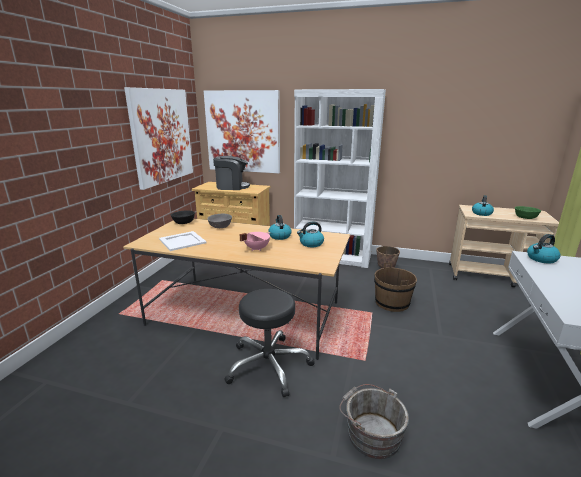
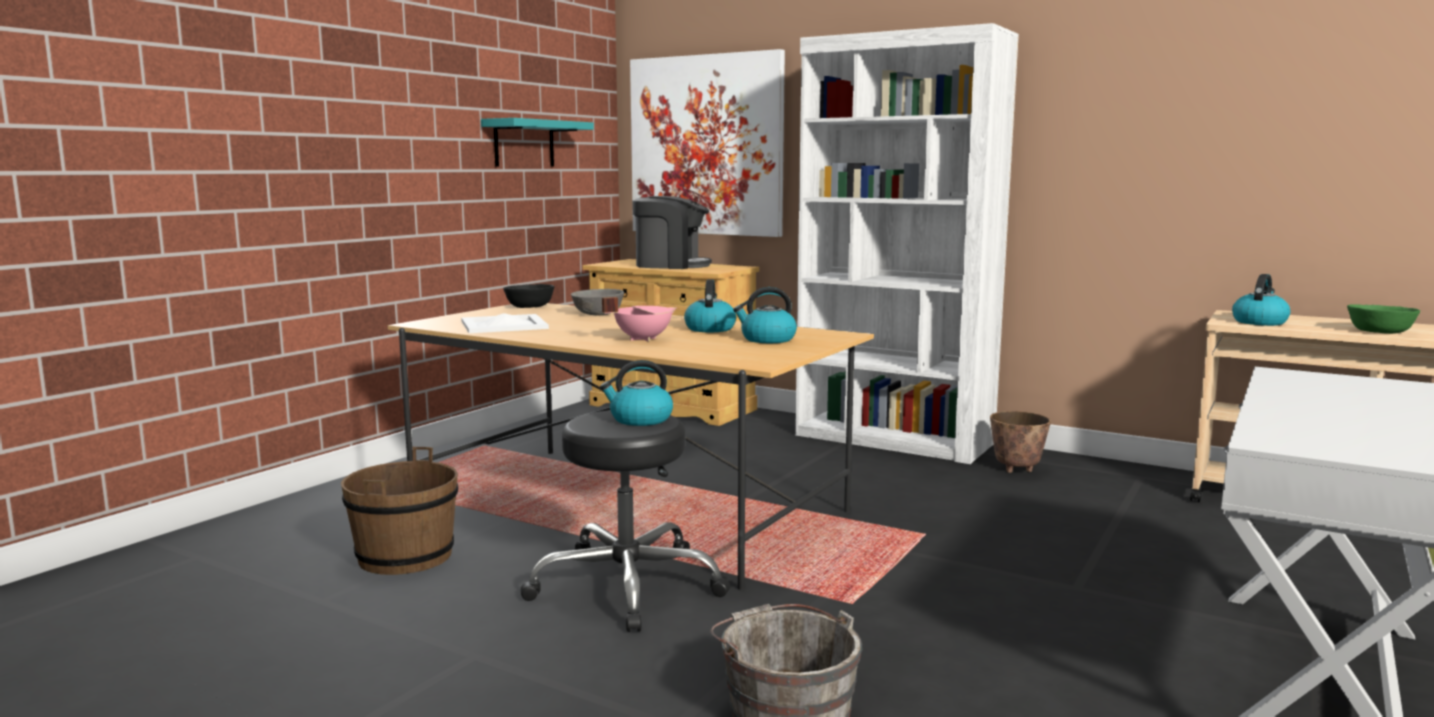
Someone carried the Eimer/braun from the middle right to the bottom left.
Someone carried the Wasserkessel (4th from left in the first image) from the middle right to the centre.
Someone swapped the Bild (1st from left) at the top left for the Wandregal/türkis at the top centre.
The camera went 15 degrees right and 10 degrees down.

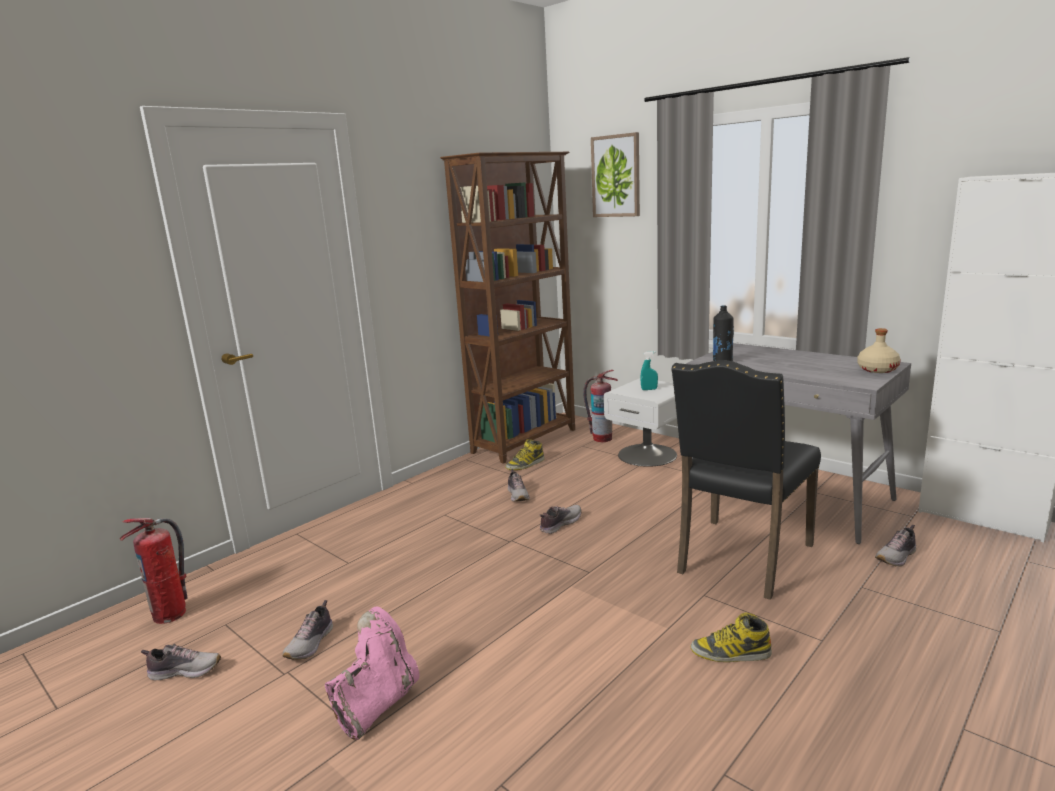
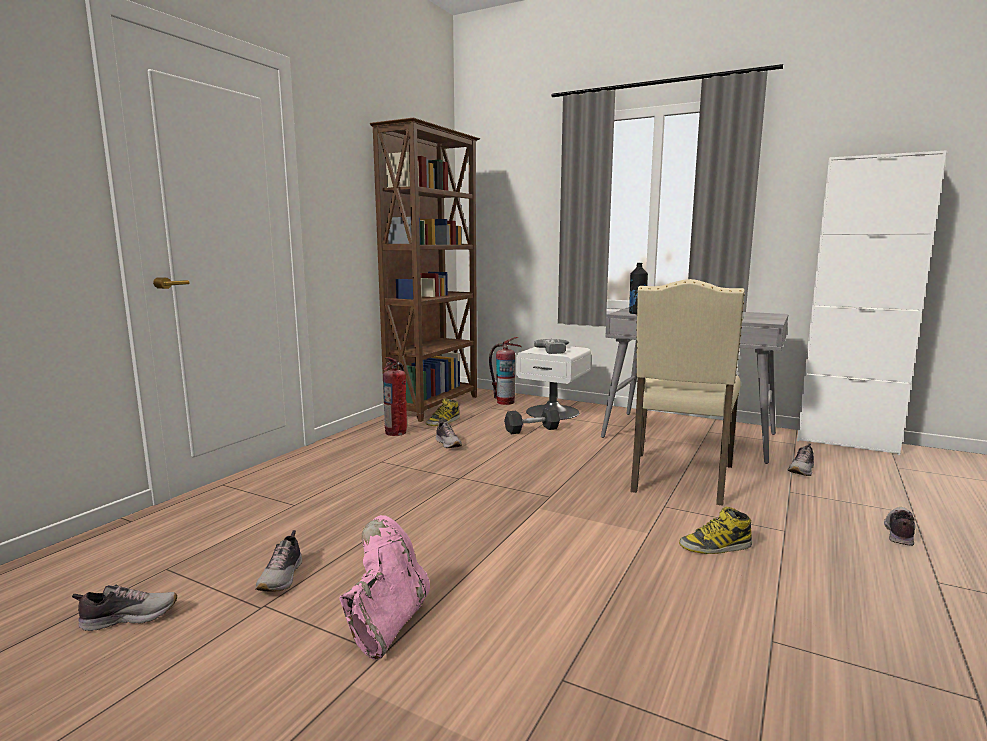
Someone took away the Bild at the top centre.
Someone took away the Flasche/beige at the middle right.
Someone put down the Hantel/grau at the centre.
Someone carried the Feuerlöscher (1st from left) from the bottom left to the centre.
Someone carried the Schuh (4th from left in the first image) from the centre to the bottom right.
Someone swapped the Sprühflasche/türkis at the centre for the Bohrmaschine at the centre.
Someone repainted the Stuhl/schwarz at the middle right, which became the Stuhl/beige at the middle right.
The camera went 15 degrees left and 5 degrees down.

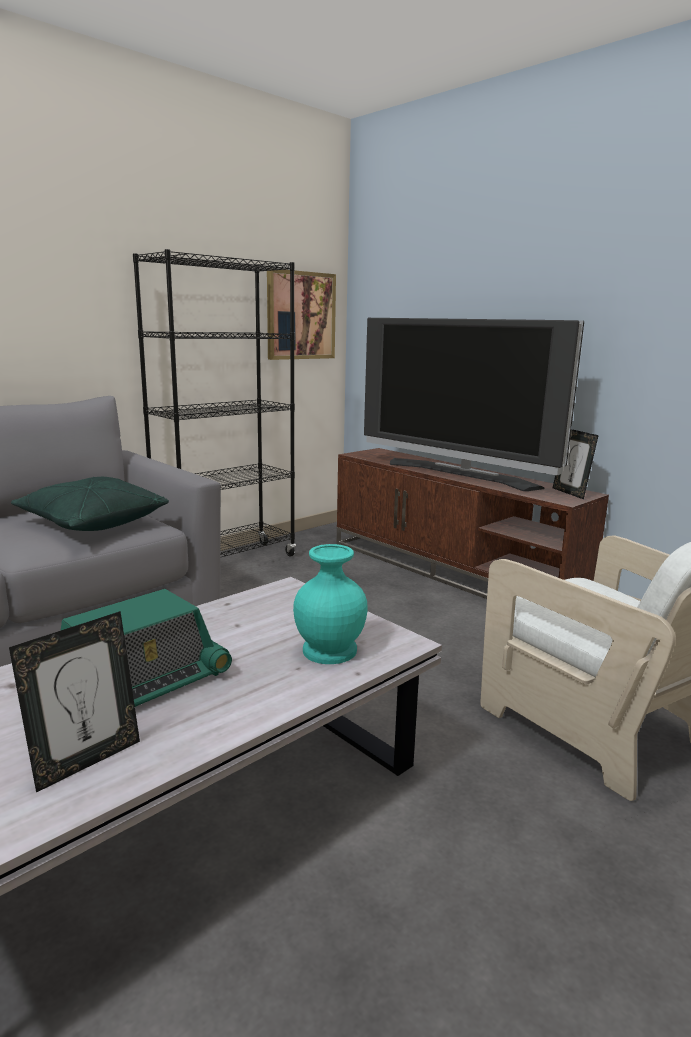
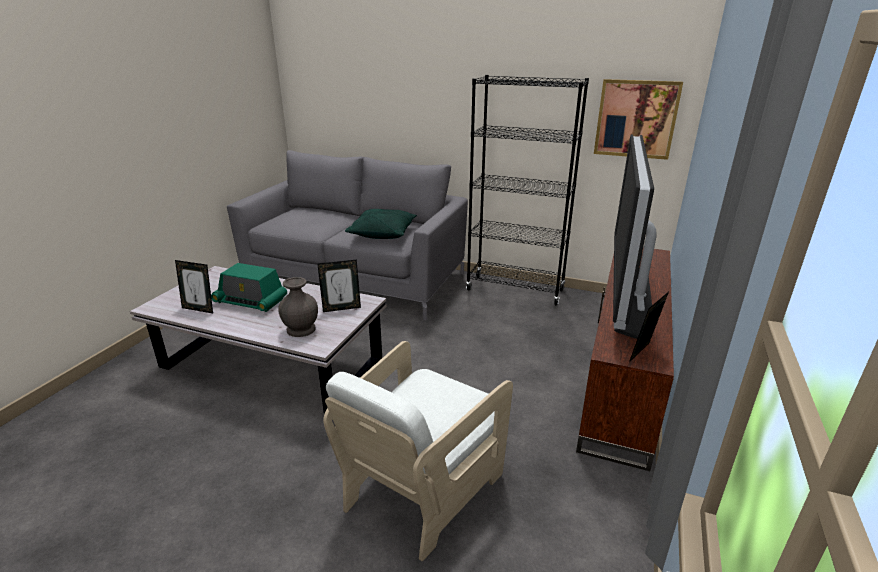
Someone put down the Bilderrahmen (2nd from left) at the centre.
Someone repainted the Vase/türkis at the centre, which became the Vase/grau at the centre.
The camera went 65 degrees right and 10 degrees up.

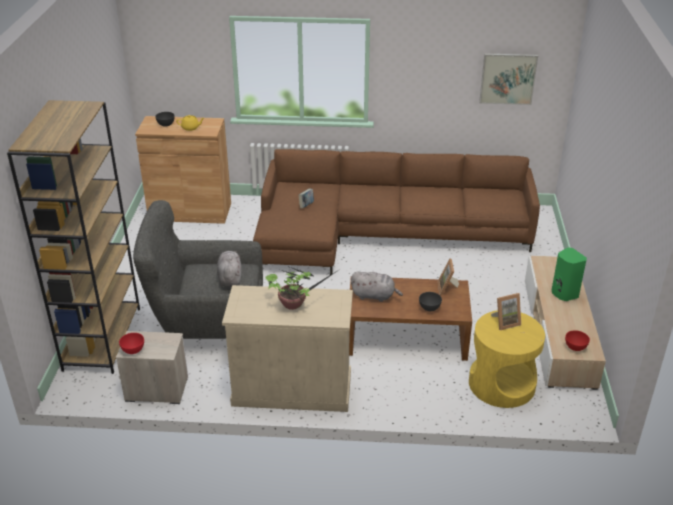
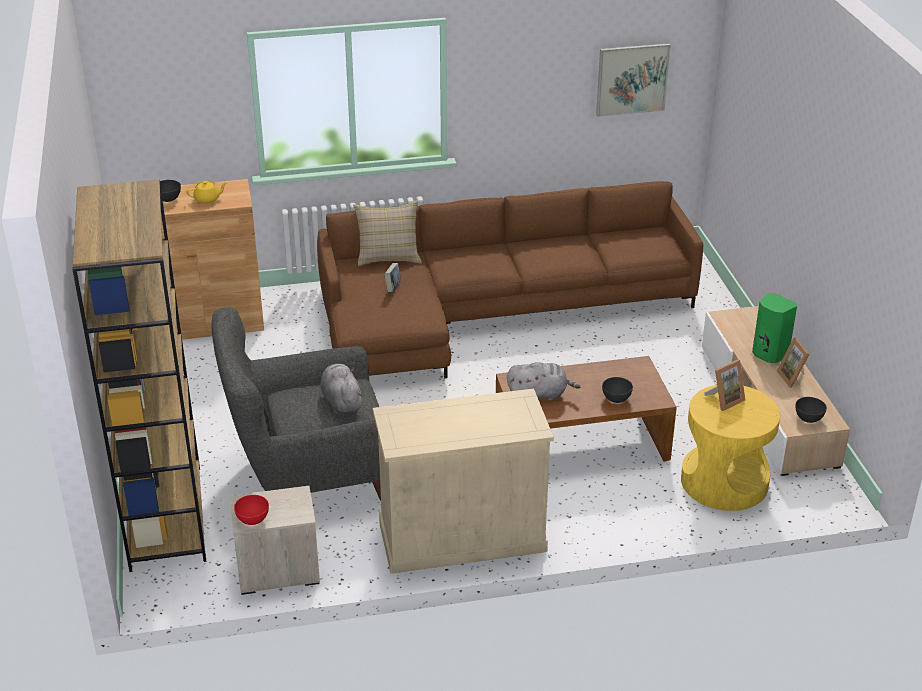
Someone took away the Topfpflanze at the centre.
Someone put down the Kissen/beige at the centre.
Someone carried the Bilderrahmen (1st from left in the first image) from the centre to the middle right.
Someone repainted the Schüssel/rot (2nd from left) at the bottom right, which became the Schüssel/grau (3rd from left) at the middle right.
The camera went 15 degrees left and 0 degrees up.

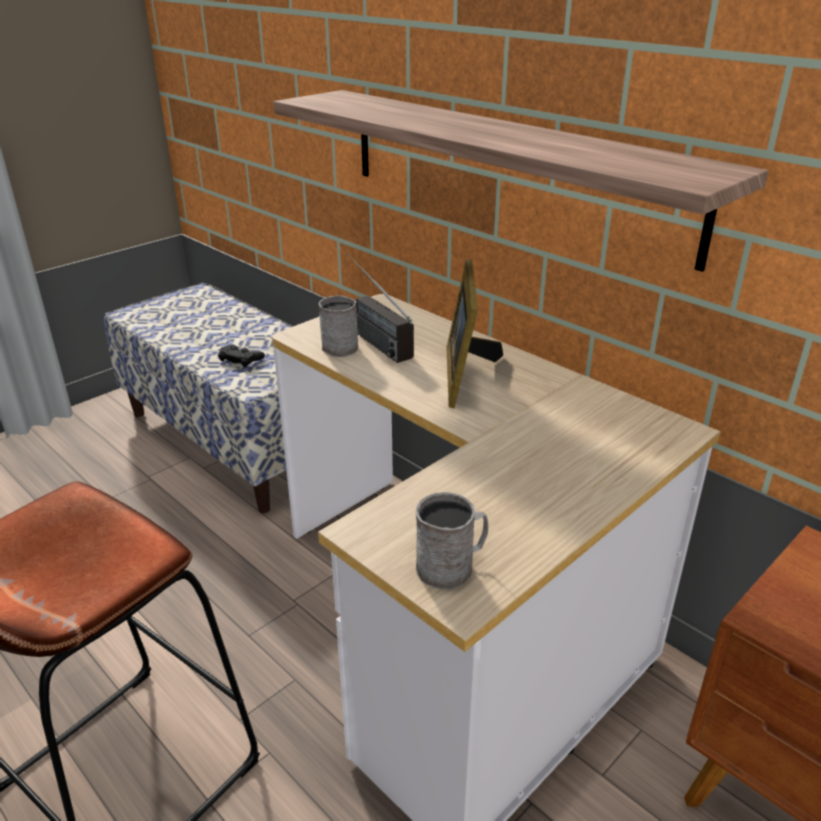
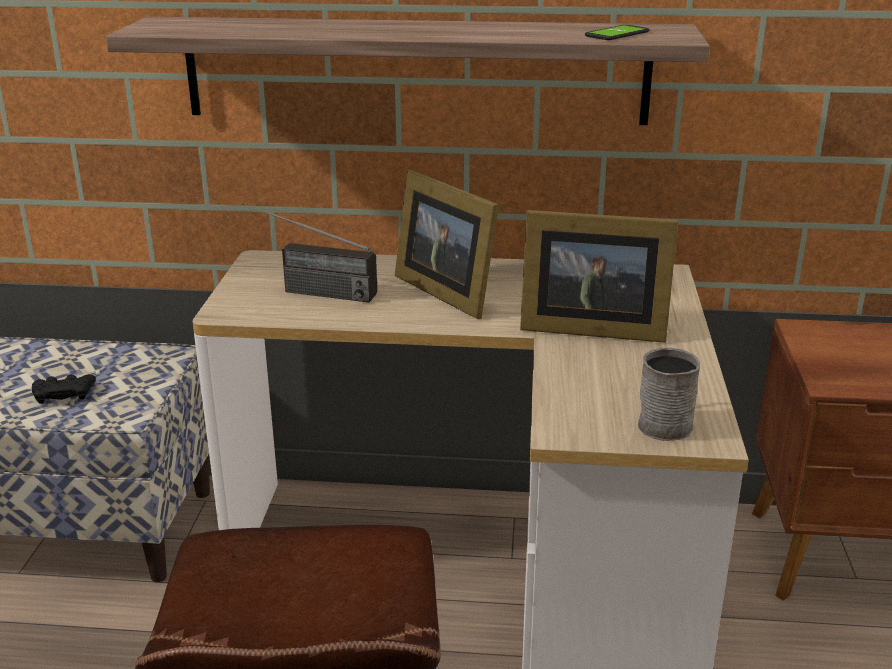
Someone took away the Henkelbecher/grau (1st from left) at the centre.
Someone put down the Bilderrahmen (2nd from left) at the middle right.
Someone put down the Handy at the top right.
The camera went 40 degrees left and 5 degrees down.

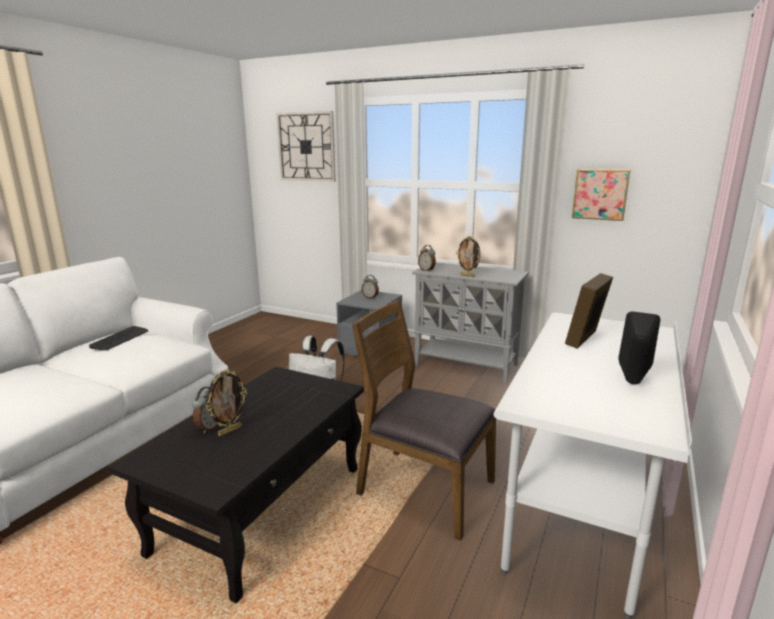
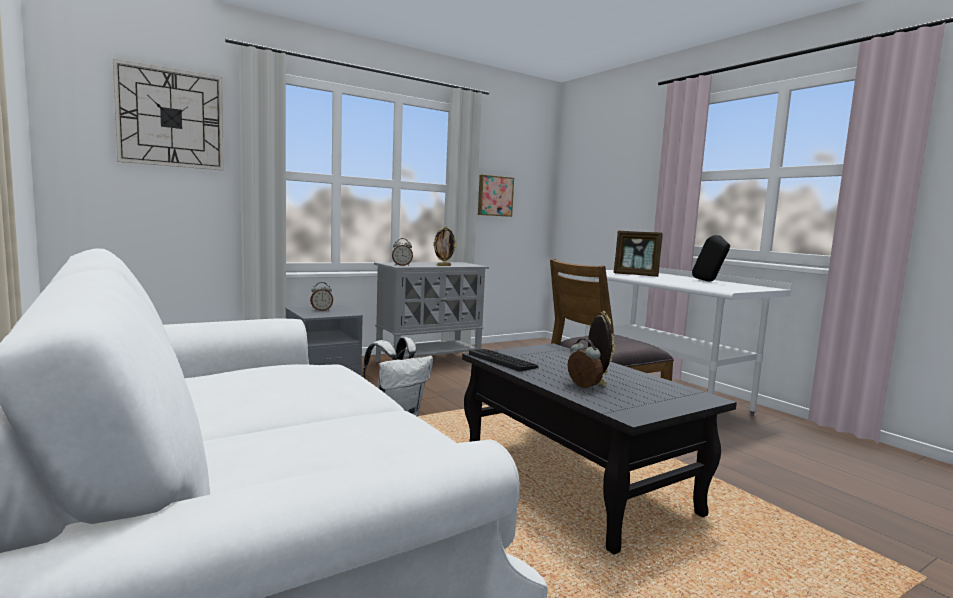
Someone carried the Tastatur from the middle left to the centre.
Someone rotated the Bilderrahmen (3rd from left) at the middle right by 45 degrees counterclockwise.
The camera went 60 degrees left and 10 degrees down.

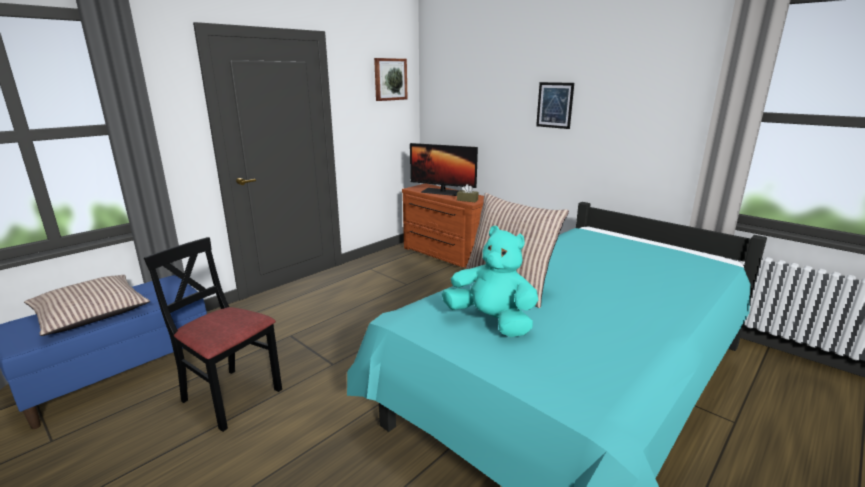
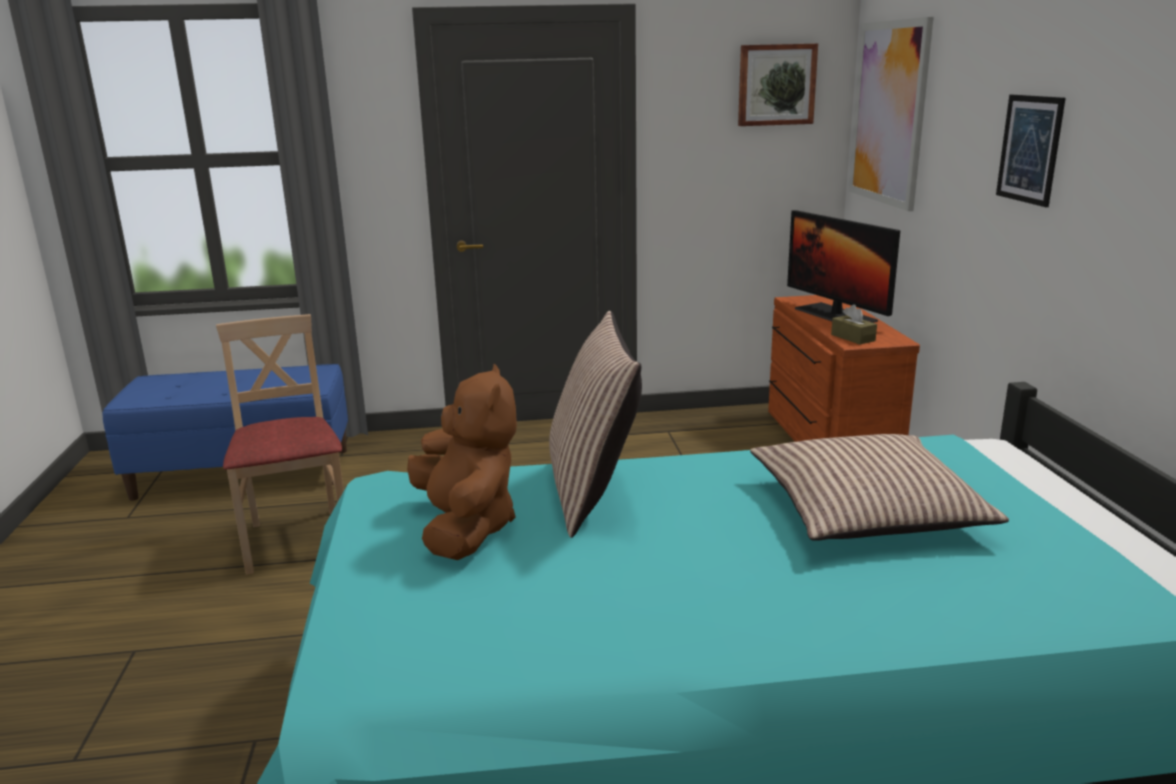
Someone put up the Bild (2nd from left) at the top right.
Someone carried the Kissen (1st from left in the first image) from the middle left to the middle right.
Someone repainted the Stuhl/schwarz at the bottom left, which became the Stuhl/beige at the middle left.
Someone repainted the Plüschtier/türkis at the centre, which became the Plüschtier/braun at the centre.
The camera went 40 degrees right and 0 degrees up.

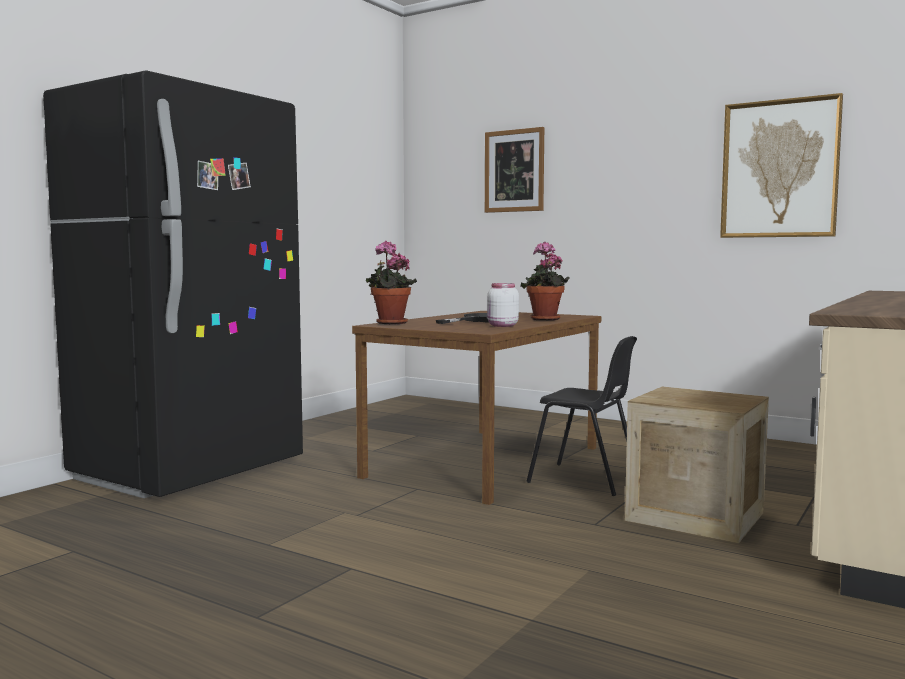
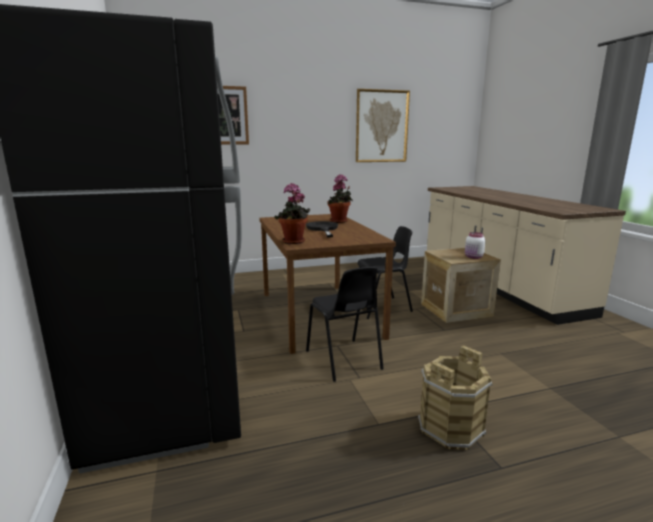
Someone put down the Stuhl/schwarz (1st from left) at the centre.
Someone put down the Eimer/braun at the bottom right.
Someone carried the Vorratsglas/weiß from the centre to the middle right.
The camera went 50 degrees left and 10 degrees up.

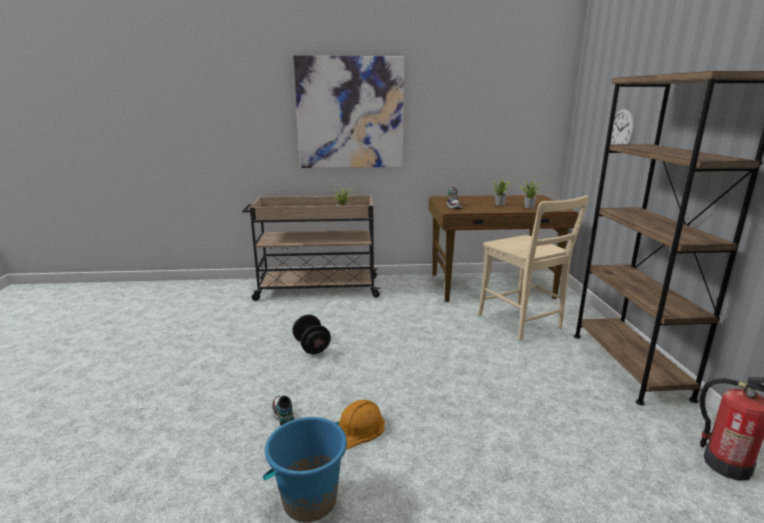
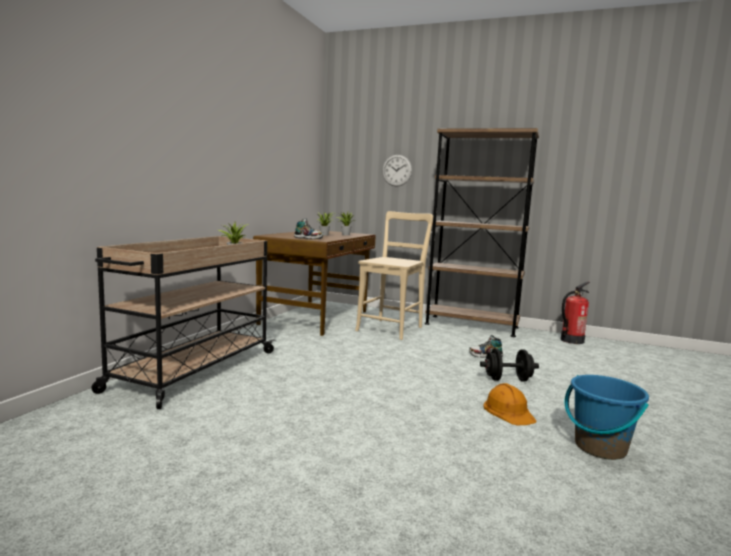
Someone took away the Bild at the top centre.
Someone carried the Schuh (1st from left in the first image) from the bottom centre to the centre.
Someone carried the Hantel/schwarz from the centre to the middle right.
Someone rotated the Stuhl/beige at the middle right by 60 degrees counterclockwise.
The camera went 65 degrees left and 10 degrees down.

